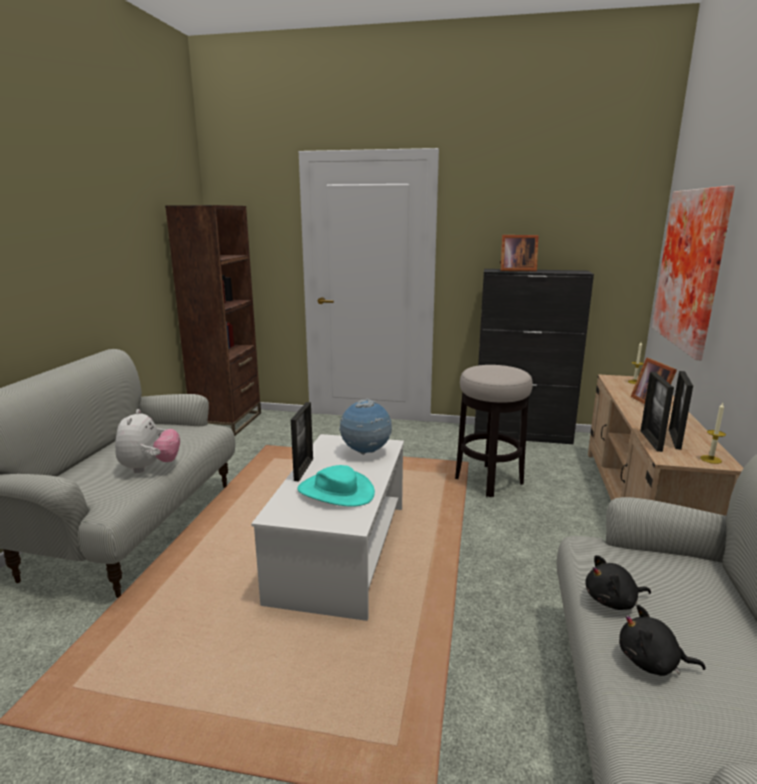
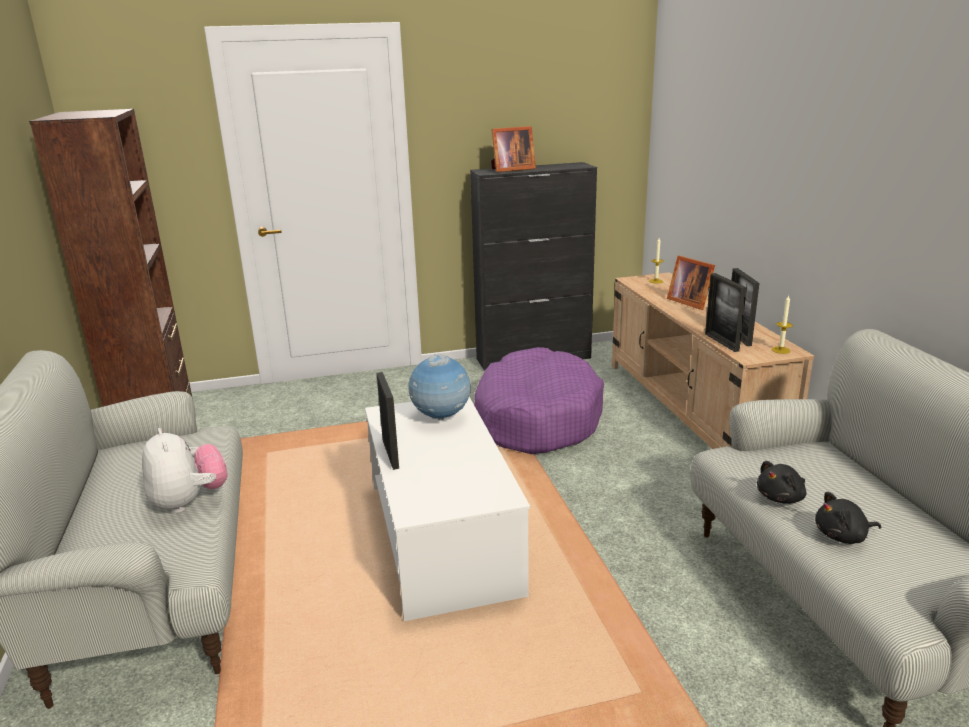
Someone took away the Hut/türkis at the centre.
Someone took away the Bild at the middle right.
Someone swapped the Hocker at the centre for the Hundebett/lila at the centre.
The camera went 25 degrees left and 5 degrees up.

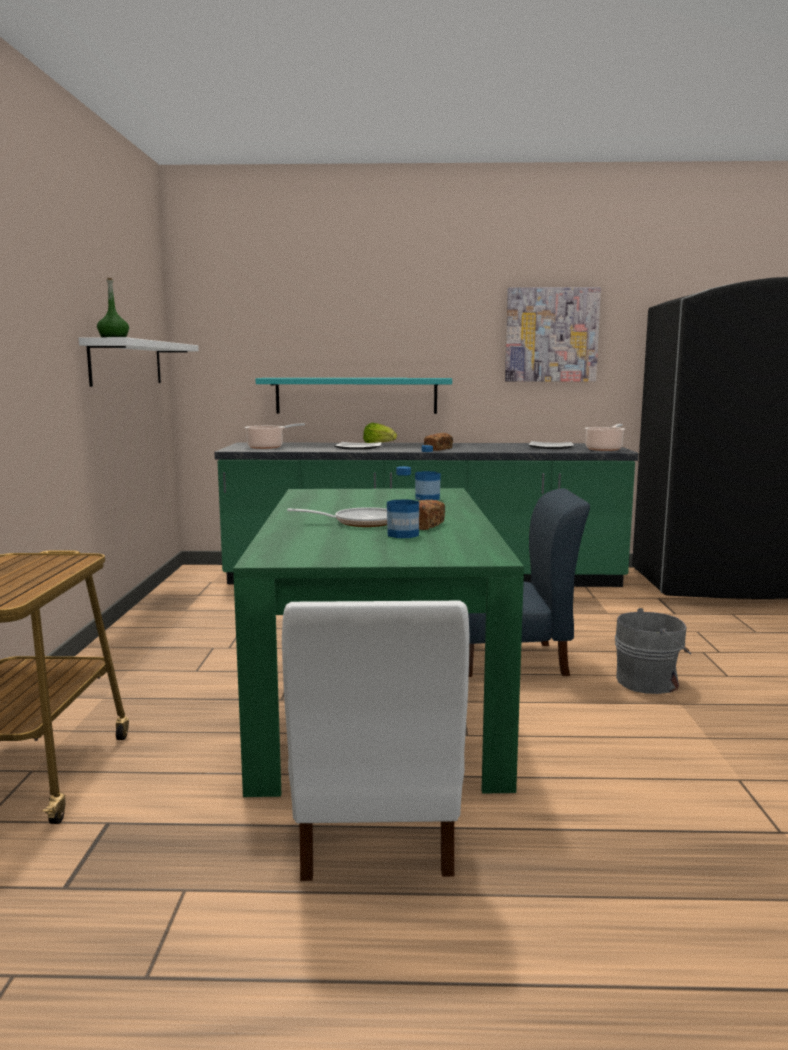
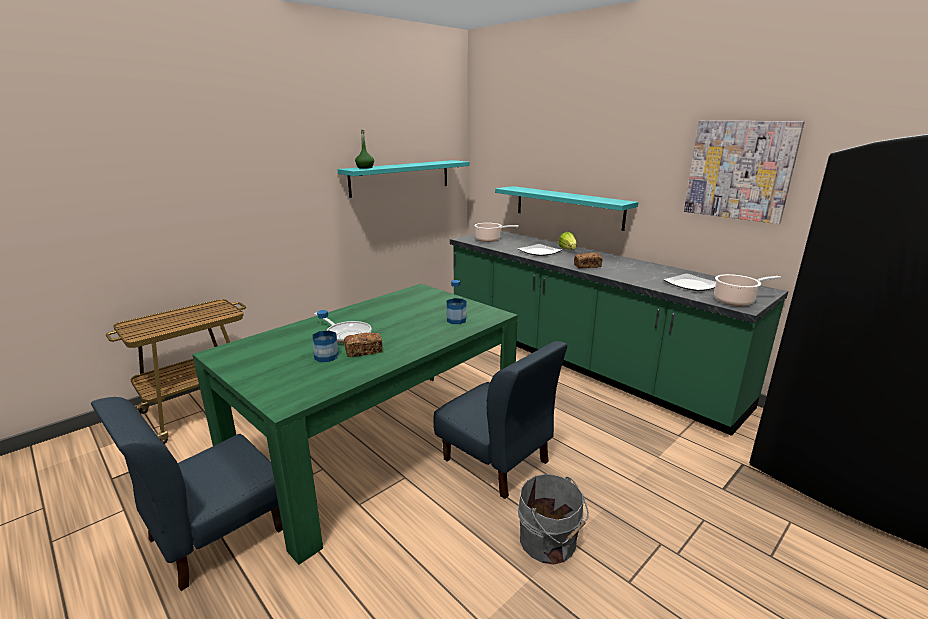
Someone repainted the Wandregal/weiß at the middle left, which became the Wandregal/türkis (1st from left) at the top centre.
Someone repainted the Stuhl/weiß at the bottom centre, which became the Stuhl/blau (1st from left) at the bottom left.
The camera went 45 degrees right and 10 degrees up.

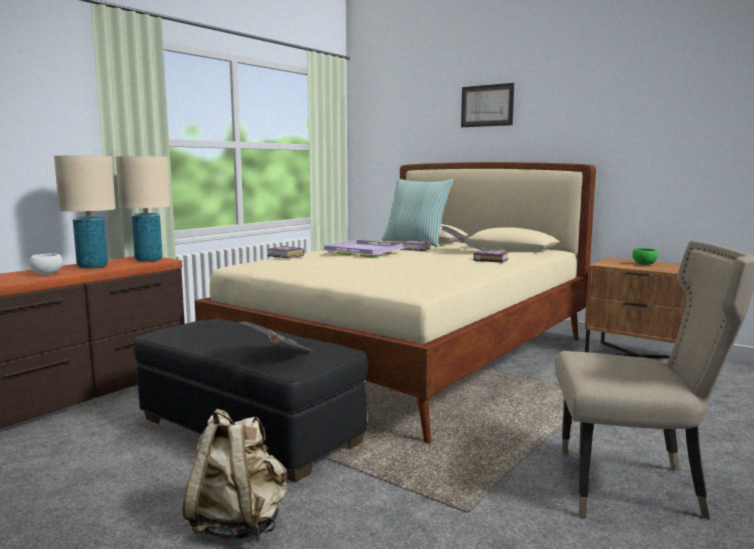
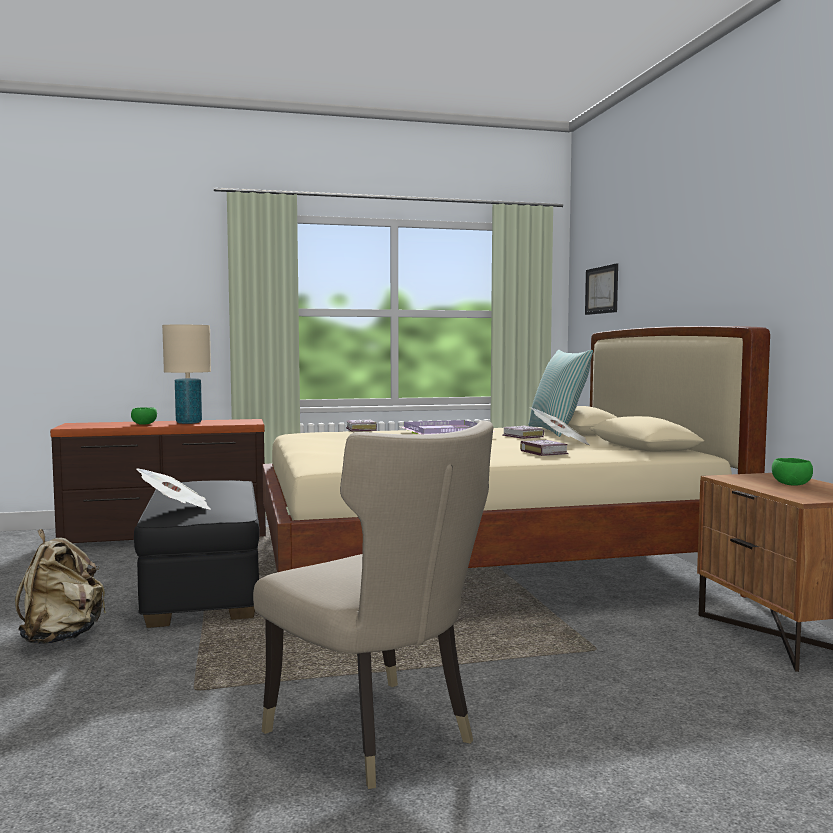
Someone took away the Tischlampe/beige (2nd from left) at the middle left.
Someone carried the Bild from the top centre to the middle right.
Someone repainted the Schüssel/weiß at the middle left, which became the Schüssel/grün (1st from left) at the middle left.
The camera went 40 degrees right and 5 degrees down.

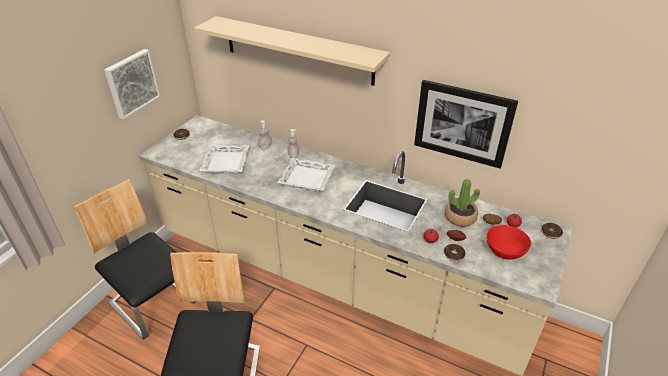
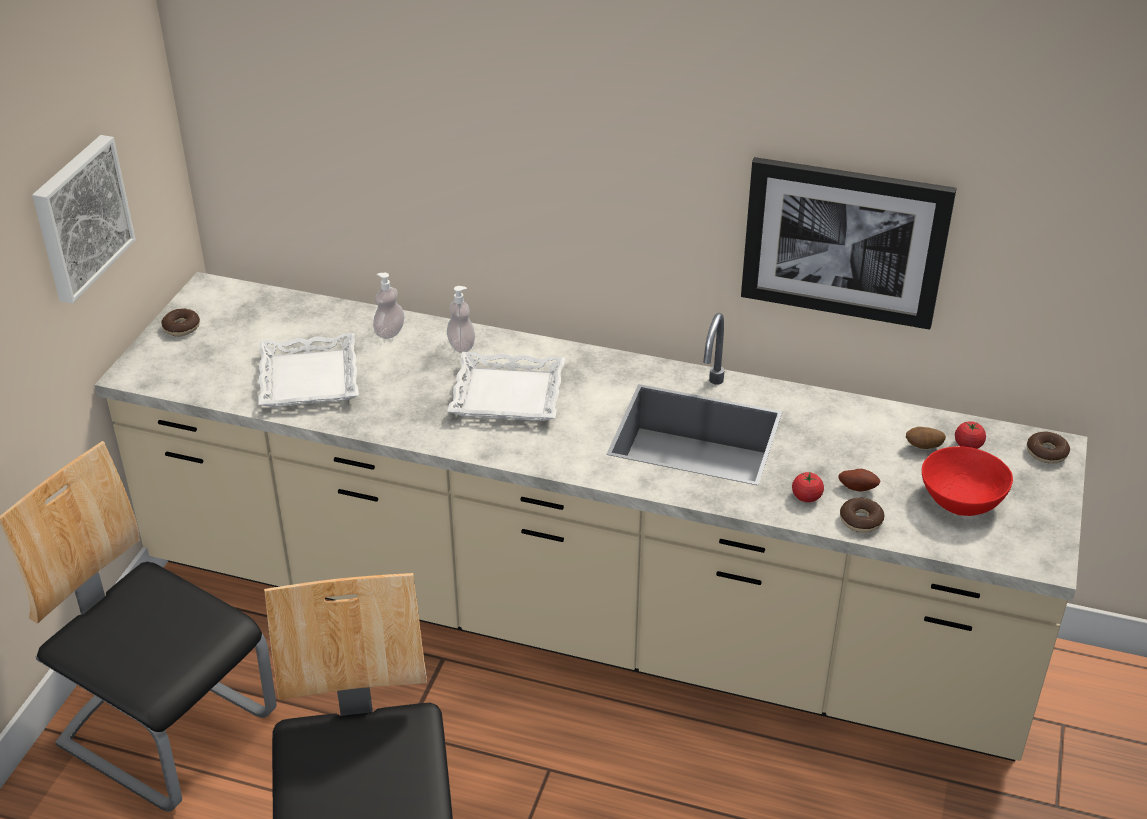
Someone took away the Wandregal/beige at the top centre.
Someone took away the Topfpflanze at the middle right.
The camera went 10 degrees left and 0 degrees up.

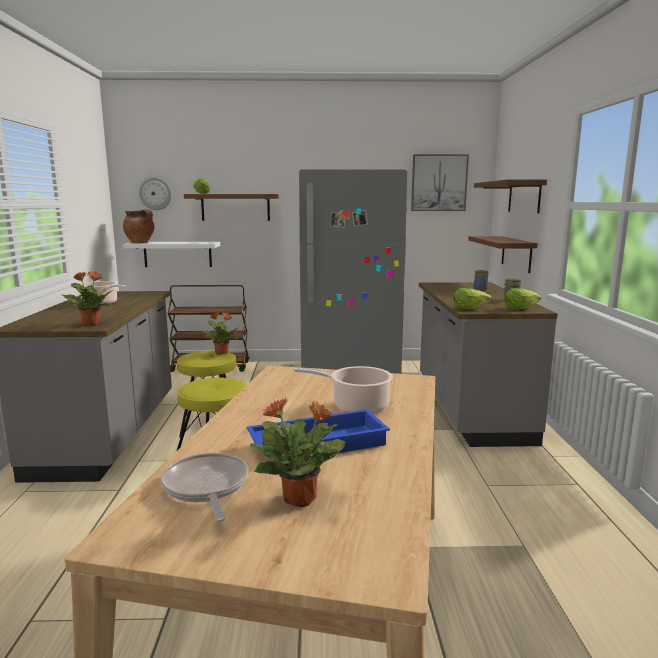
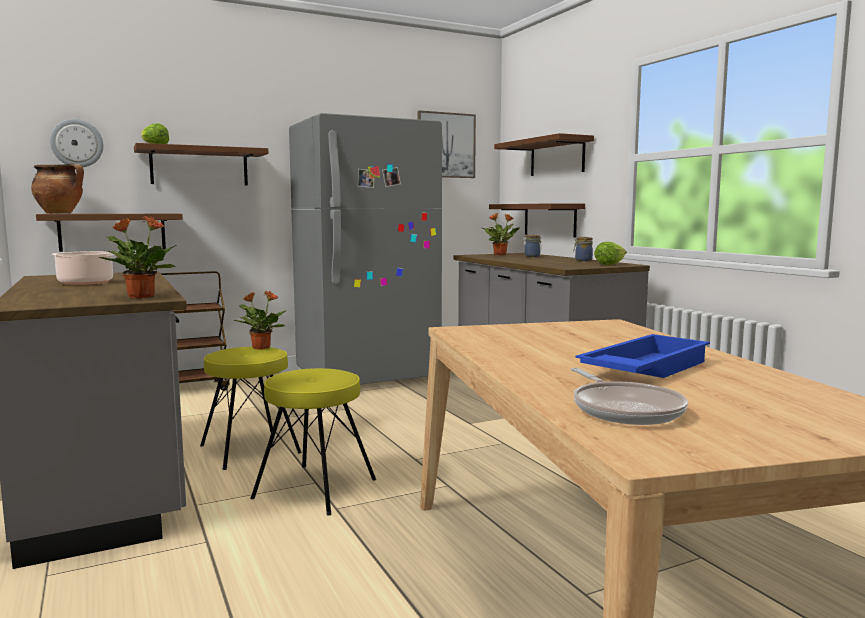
Someone took away the Kochtopf (3rd from left) at the centre.
Someone took away the Salatkopf (2nd from left) at the middle right.
Someone carried the Topfpflanze (3rd from left) from the bottom centre to the centre.
Someone repainted the Wandregal/weiß at the middle left, which became the Wandregal/braun (1st from left) at the middle left.
Someone rotated the Pfanne at the bottom left by 150 degrees counterclockwise.
The camera went 25 degrees left and 5 degrees down.

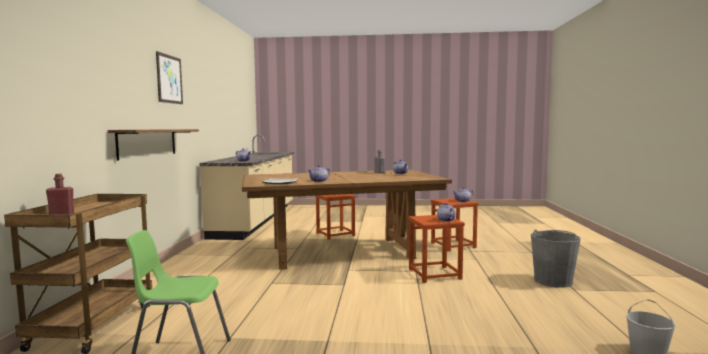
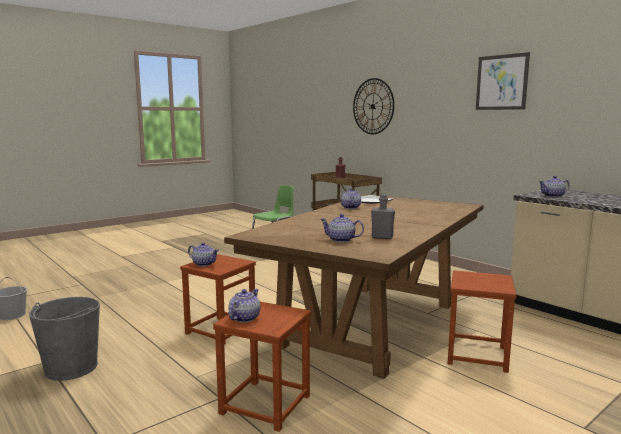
Someone took away the Wandregal at the middle left.
Someone put up the Wanduhr at the top centre.
The camera went 135 degrees right and 5 degrees up.

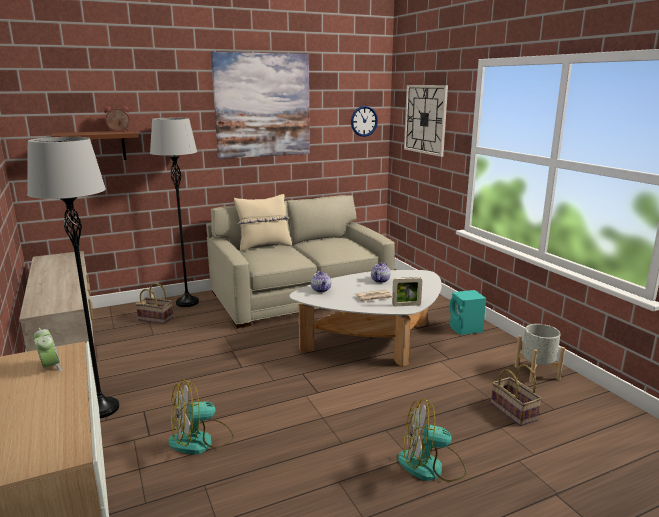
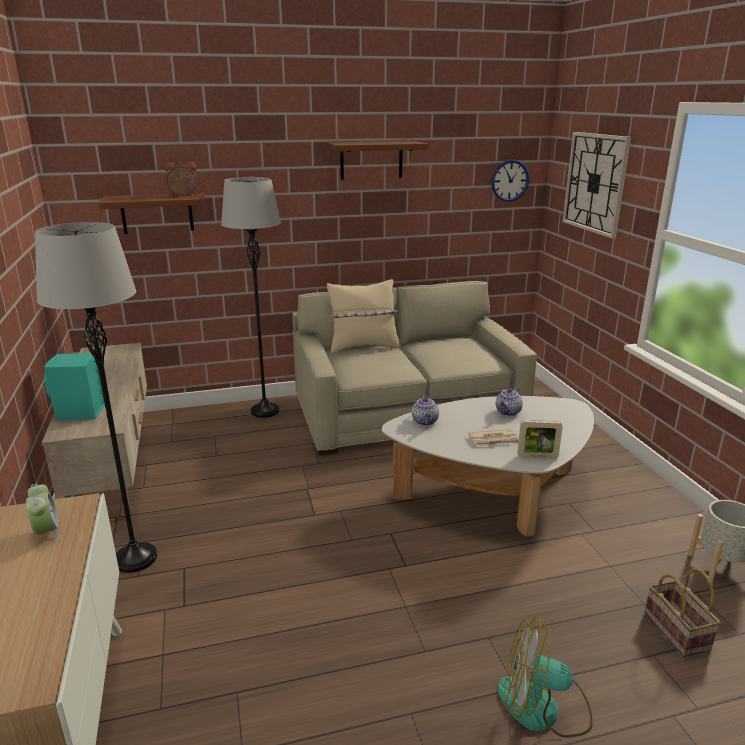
Someone took away the Korb (1st from left) at the middle left.
Someone took away the Ventilator (1st from left) at the bottom left.
Someone carried the Lautsprecher/türkis from the middle right to the middle left.
Someone swapped the Bild at the top centre for the Wandregal/braun (2nd from left) at the top centre.
The camera went 10 degrees right and 5 degrees up.

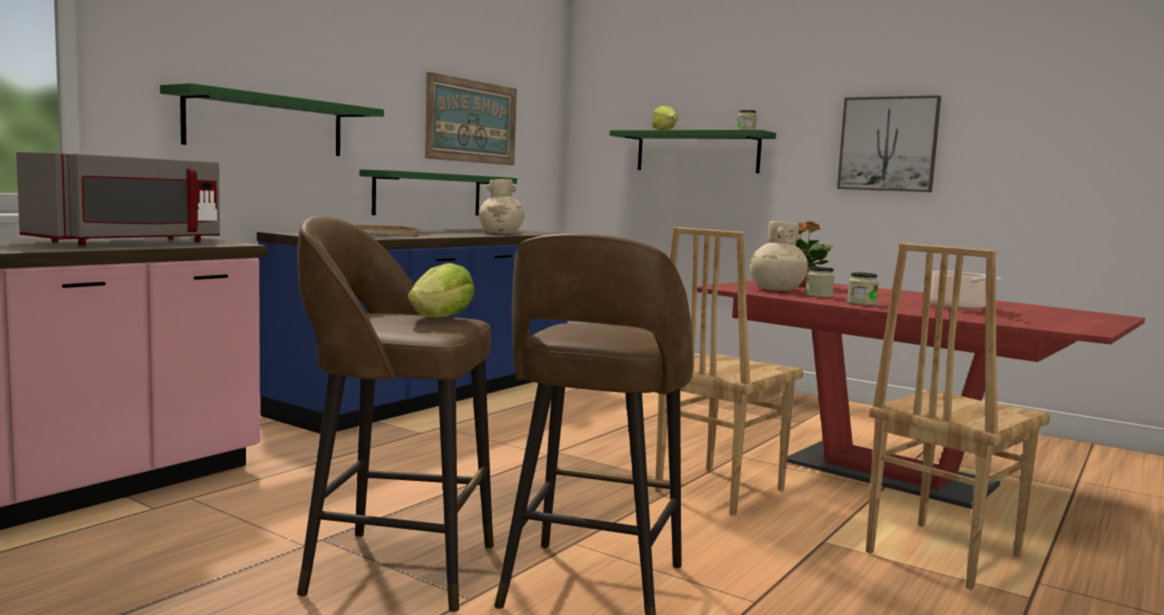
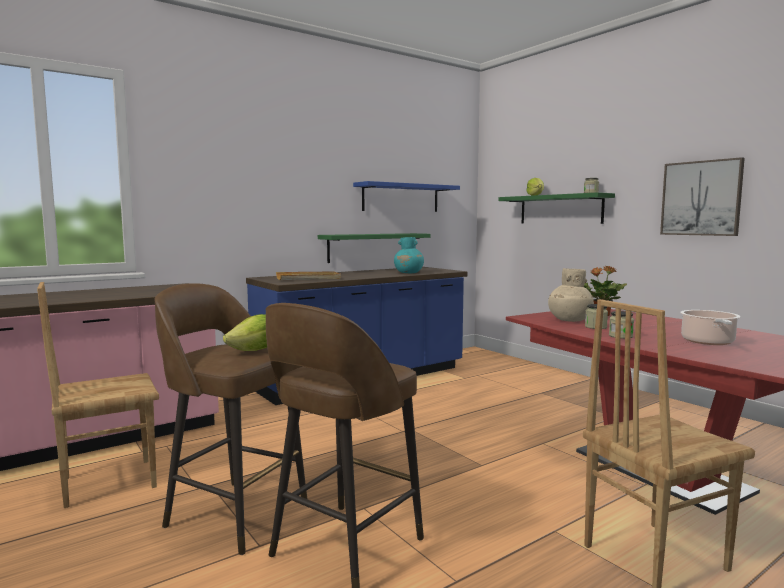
Someone took away the Mikrowelle/grau at the top left.
Someone took away the Wandregal/grün (1st from left) at the top left.
Someone carried the Stuhl/braun (1st from left) from the centre to the bottom left.
Someone swapped the Bild (1st from left) at the top centre for the Wandregal/blau at the centre.
Someone repainted the Vase/beige (1st from left) at the centre, which became the Vase/türkis at the centre.
The camera went 20 degrees right and 0 degrees up.

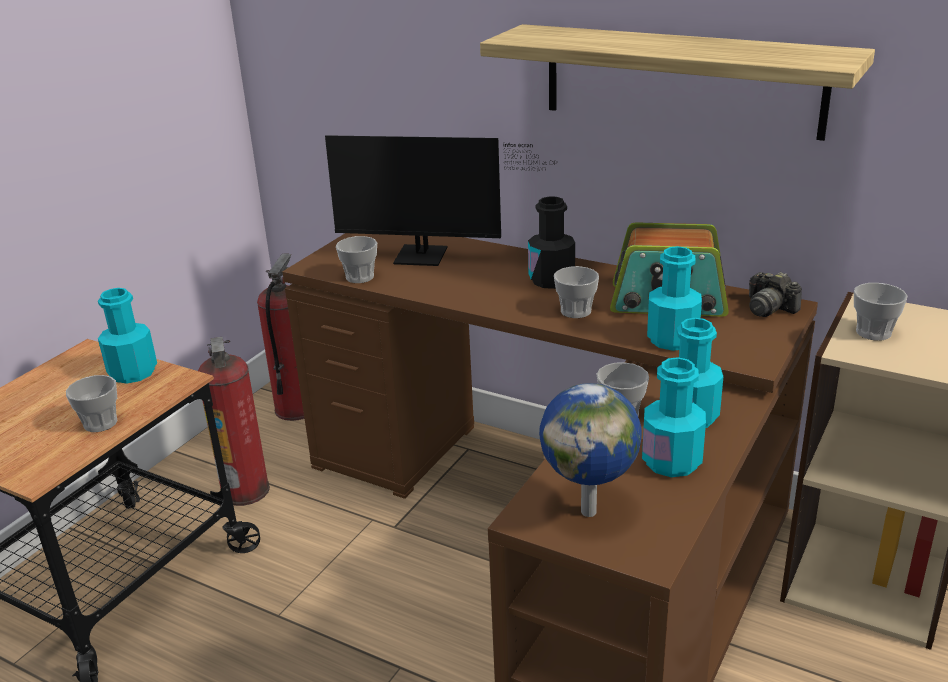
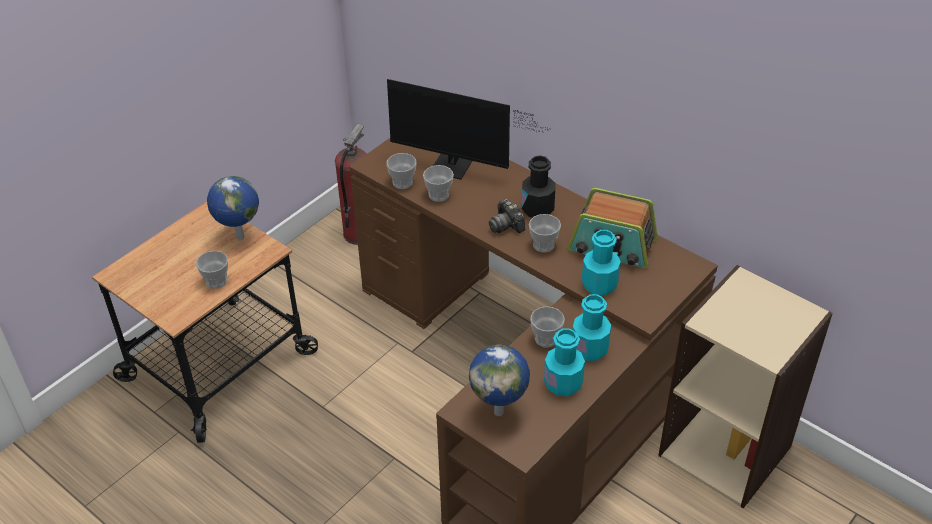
Someone took away the Feuerlöscher (1st from left) at the middle left.
Someone took away the Wandregal at the top right.
Someone carried the Kamera from the middle right to the centre.
Someone carried the Tasse (5th from left in the first image) from the middle right to the centre.
Someone swapped the Flasche/türkis (1st from left) at the middle left for the Globus (1st from left) at the middle left.
The camera went 10 degrees right and 15 degrees up.

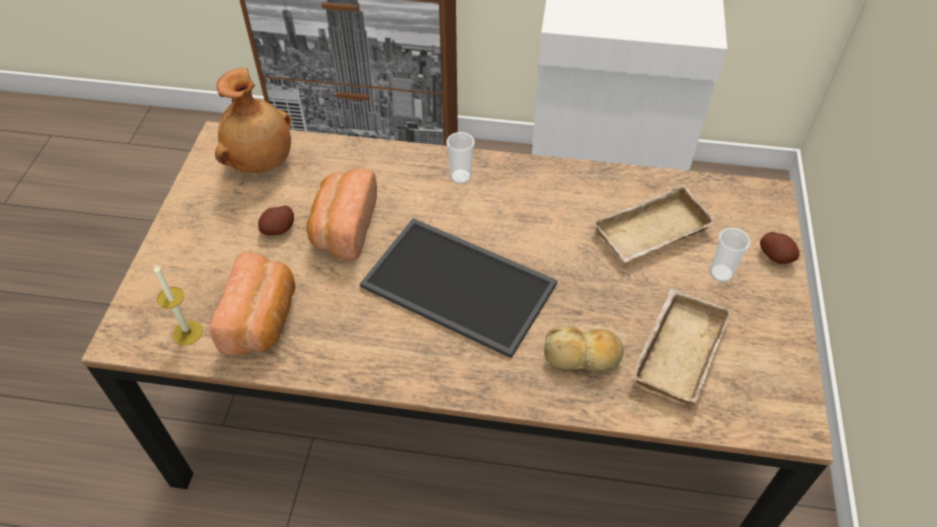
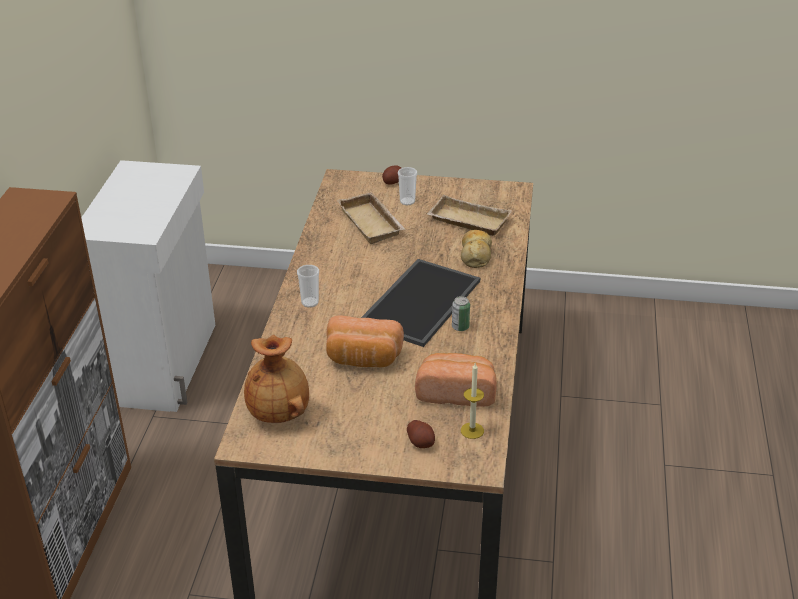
Someone put down the Dose at the centre.
Someone carried the Kartoffel (1st from left in the first image) from the middle left to the bottom centre.
The camera went 90 degrees left and 15 degrees down.

